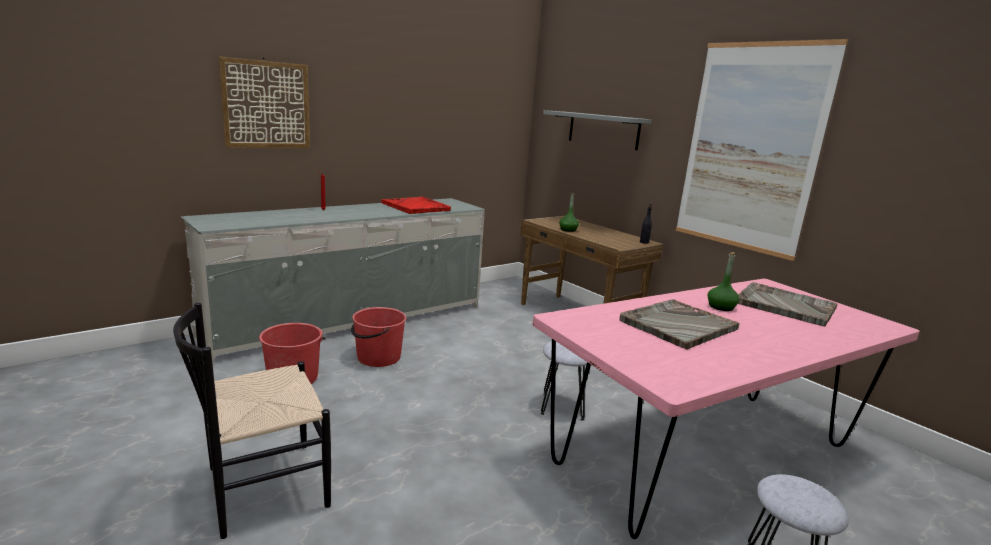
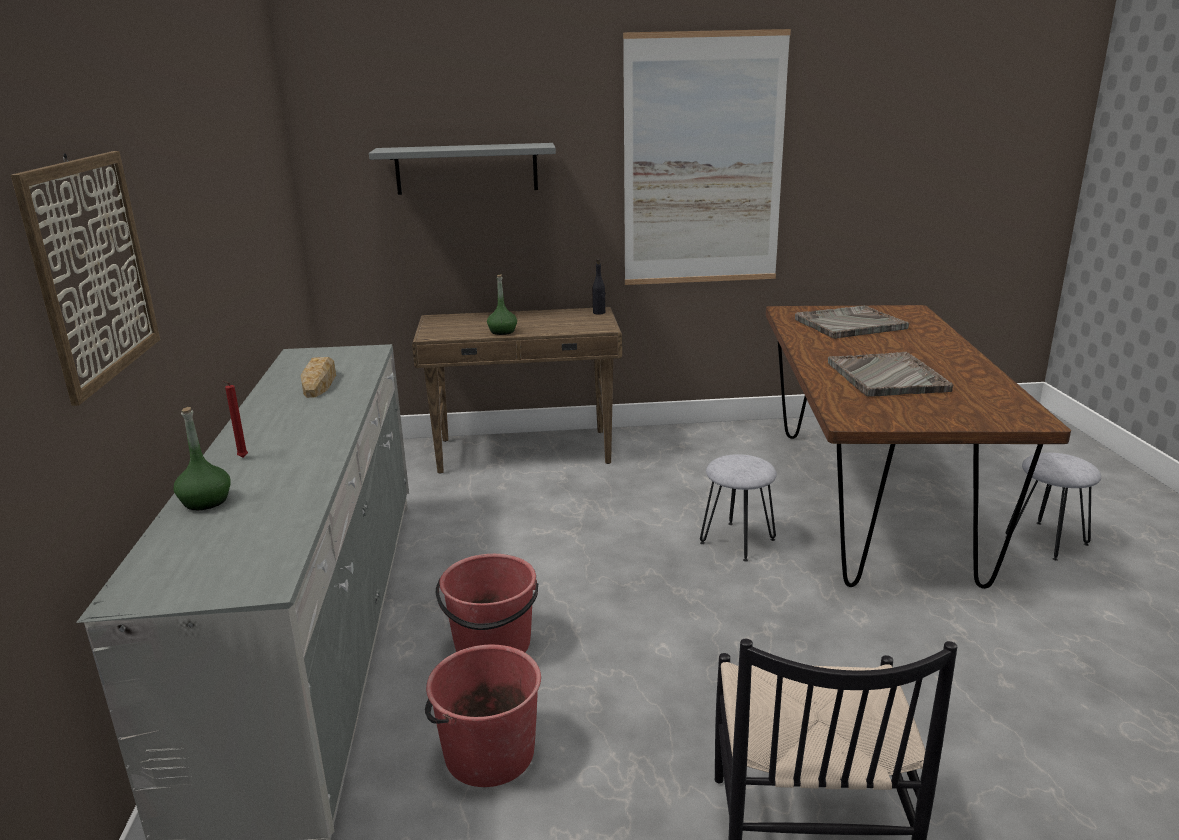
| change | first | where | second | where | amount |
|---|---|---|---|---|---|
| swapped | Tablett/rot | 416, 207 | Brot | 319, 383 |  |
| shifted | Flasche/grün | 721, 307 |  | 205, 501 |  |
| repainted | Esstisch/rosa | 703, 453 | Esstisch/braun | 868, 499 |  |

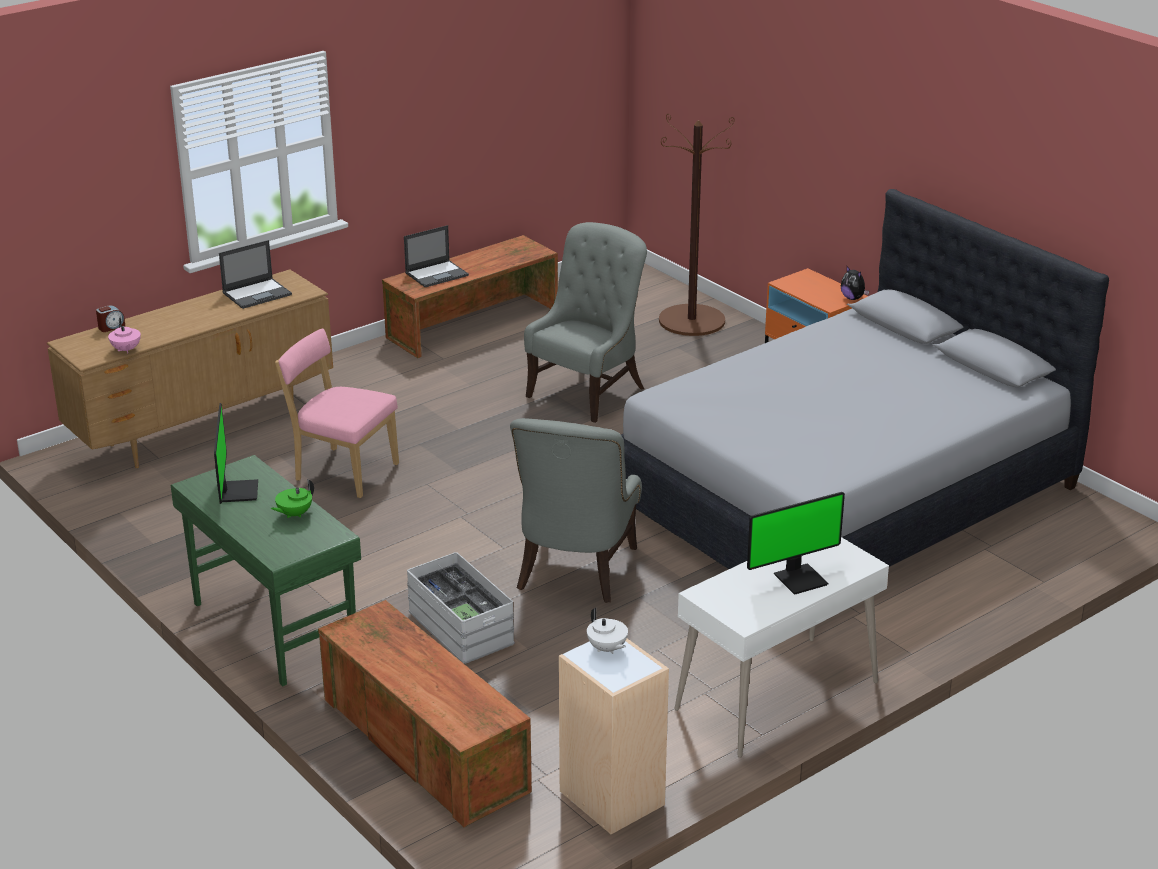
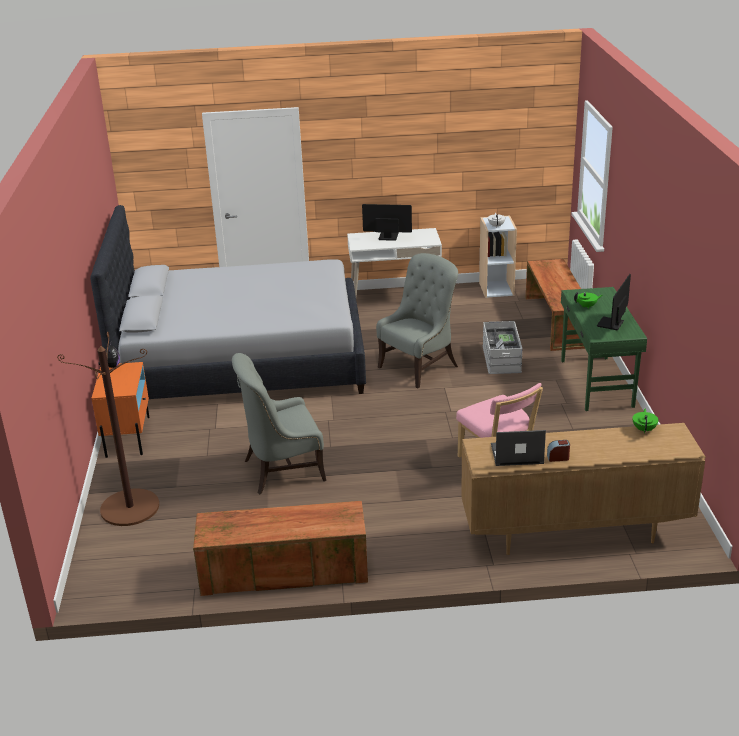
| change | first | where | second | where | amount |
|---|---|---|---|---|---|
| gone | Laptop | 437, 274 |  |  |  |
| shifted | Wecker | 111, 327 |  | 558, 457 |  |
| repainted | Teekanne/rosa | 126, 350 | Teekanne/grün | 644, 429 |  |

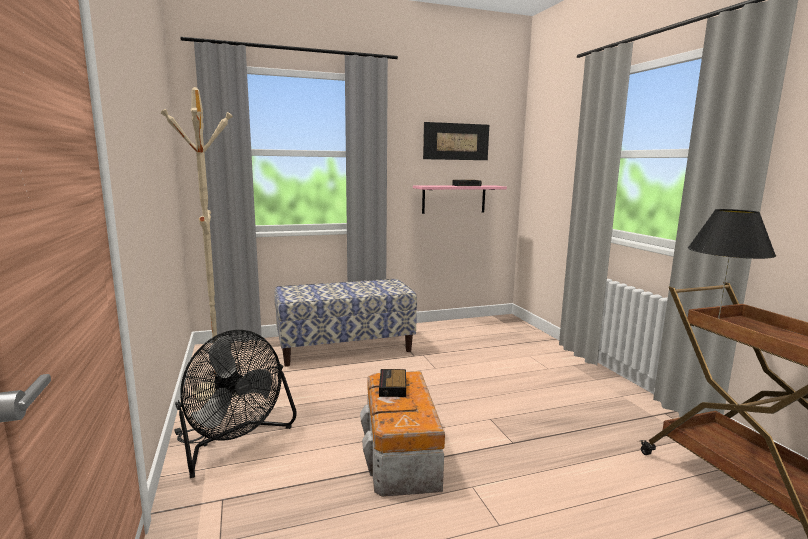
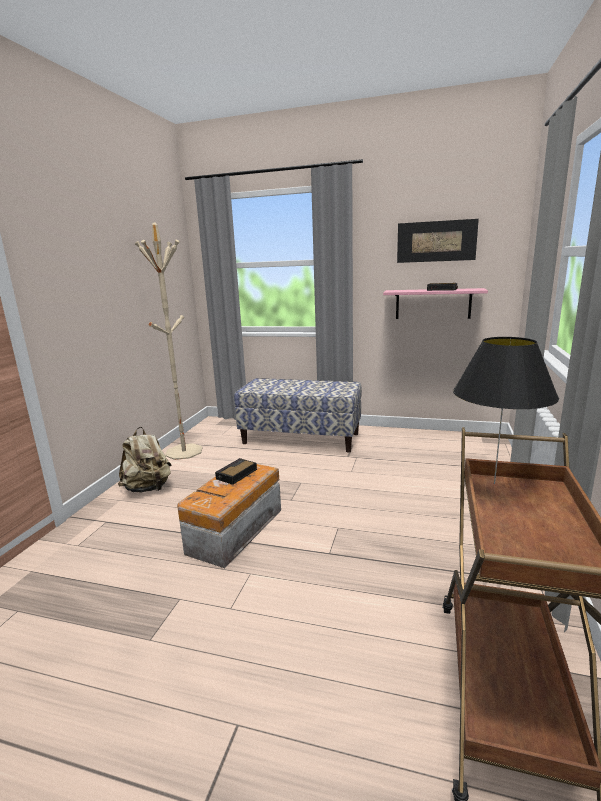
| change | first | where | second | where | amount |
|---|---|---|---|---|---|
| swapped | Ventilator/schwarz | 229, 443 | Rucksack/beige | 148, 488 |  |

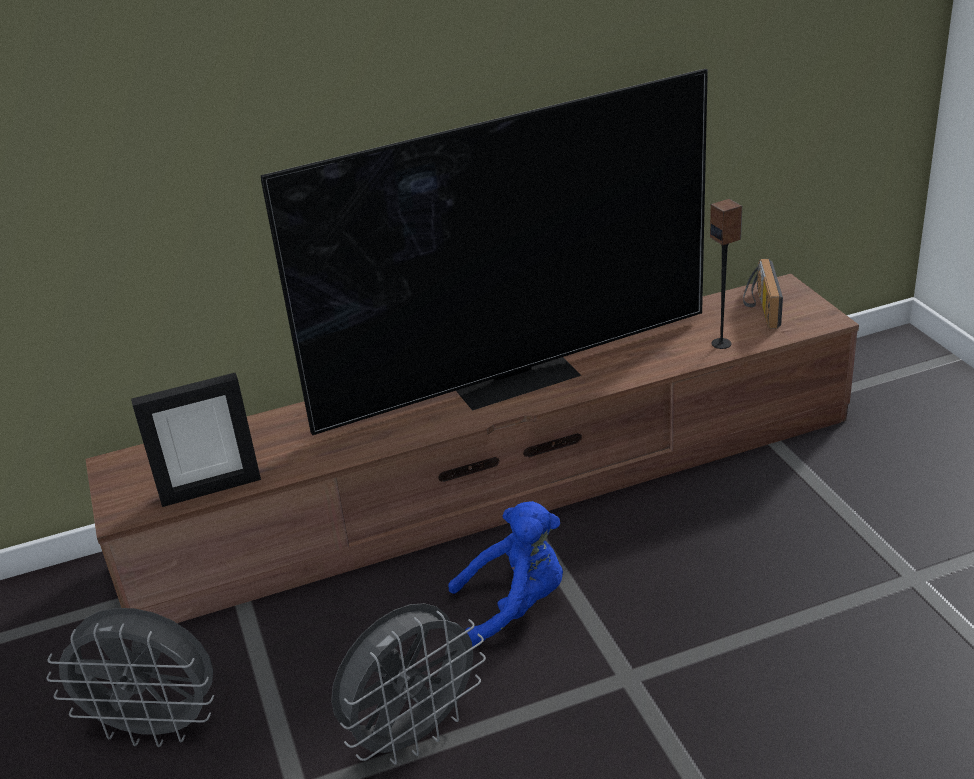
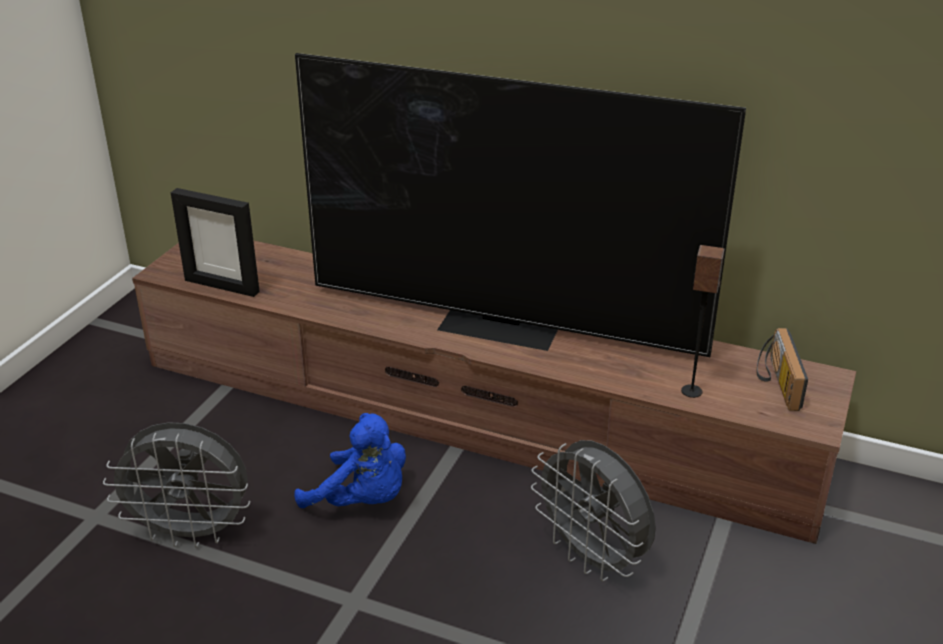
| change | first | where | second | where | amount |
|---|---|---|---|---|---|
| rotated | Radio | 759, 307 |  | 775, 382 | 45 degrees counterclockwise |
| shifted | Ventilator/grau | 157, 728 |  | 593, 558 |  |

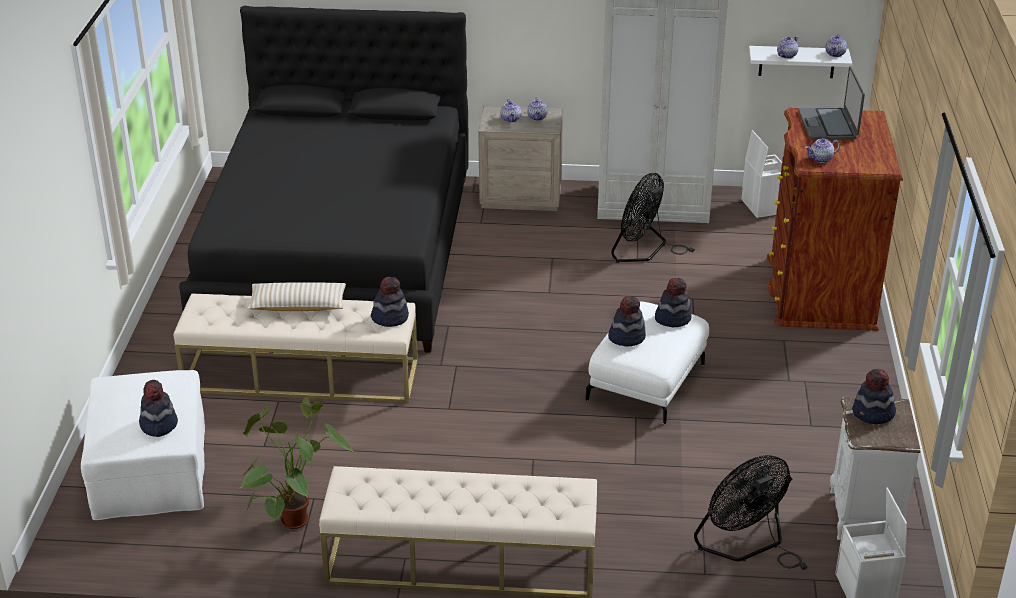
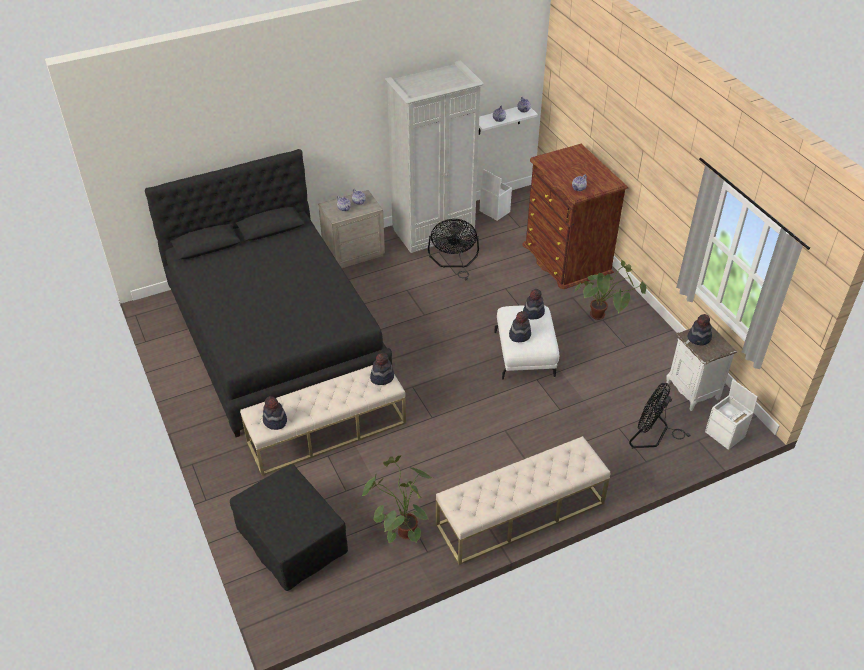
| change | first | where | second | where | amount |
|---|---|---|---|---|---|
| gone | Laptop | 828, 125 |  |  |  |
| rotated | Ventilator/schwarz | 648, 248 |  | 455, 263 | 90 degrees clockwise |
| gone | Kissen/beige | 298, 305 |  |  |  |
| repainted | Polsterhocker/weiß | 150, 472 | Polsterhocker/schwarz | 291, 540 |  |
| shifted | Hut | 158, 425 |  | 275, 421 |  |
| new |  |  | Topfpflanze | 604, 314 |  |

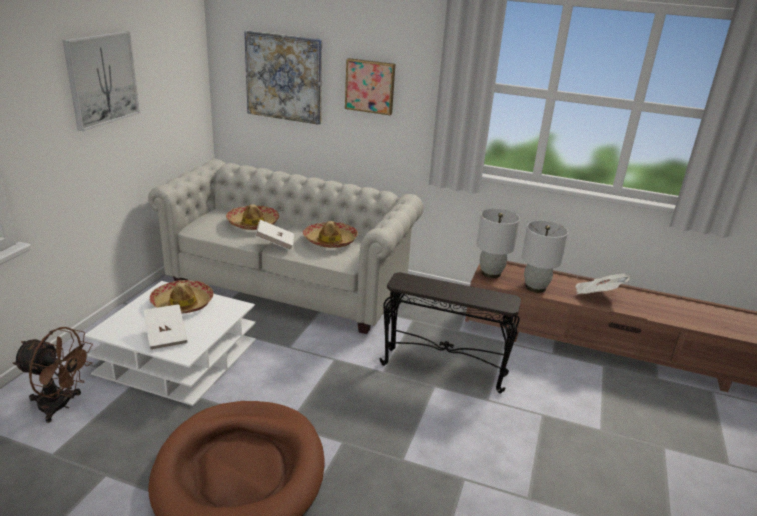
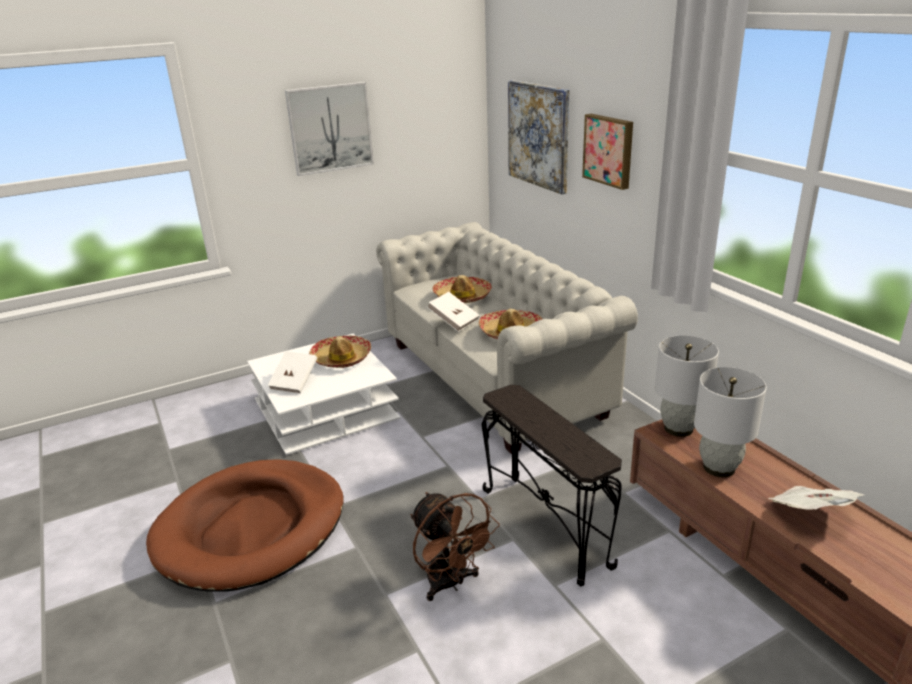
| change | first | where | second | where | amount |
|---|---|---|---|---|---|
| shifted | Ventilator/braun | 61, 406 |  | 450, 584 |  |

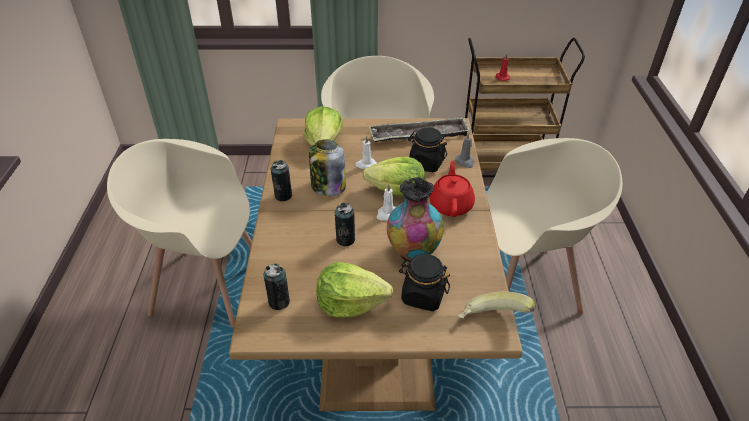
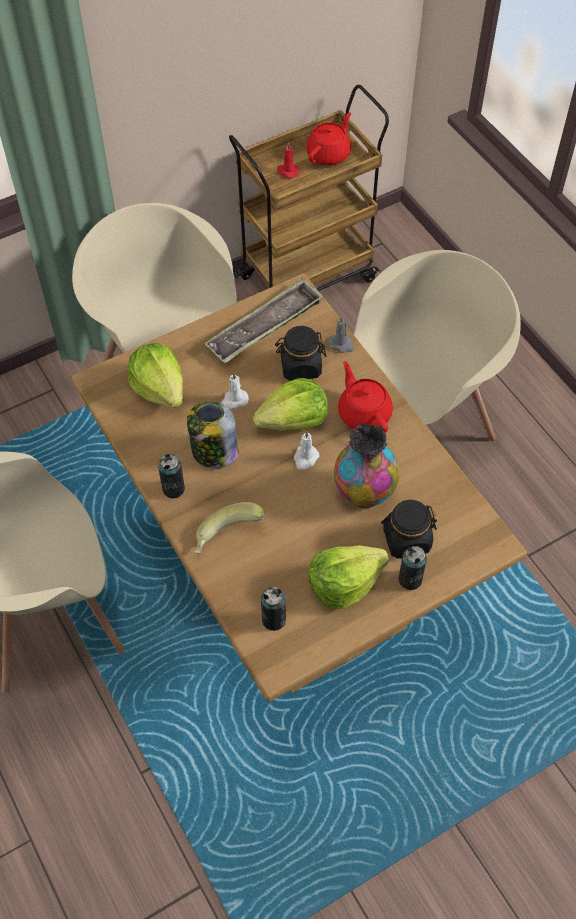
| change | first | where | second | where | amount |
|---|---|---|---|---|---|
| shifted | Dose | 345, 239 |  | 410, 579 |  |
| shifted | Banane | 492, 321 |  | 228, 539 |  |
| new |  |  | Teekanne/rot | 329, 154 |  |

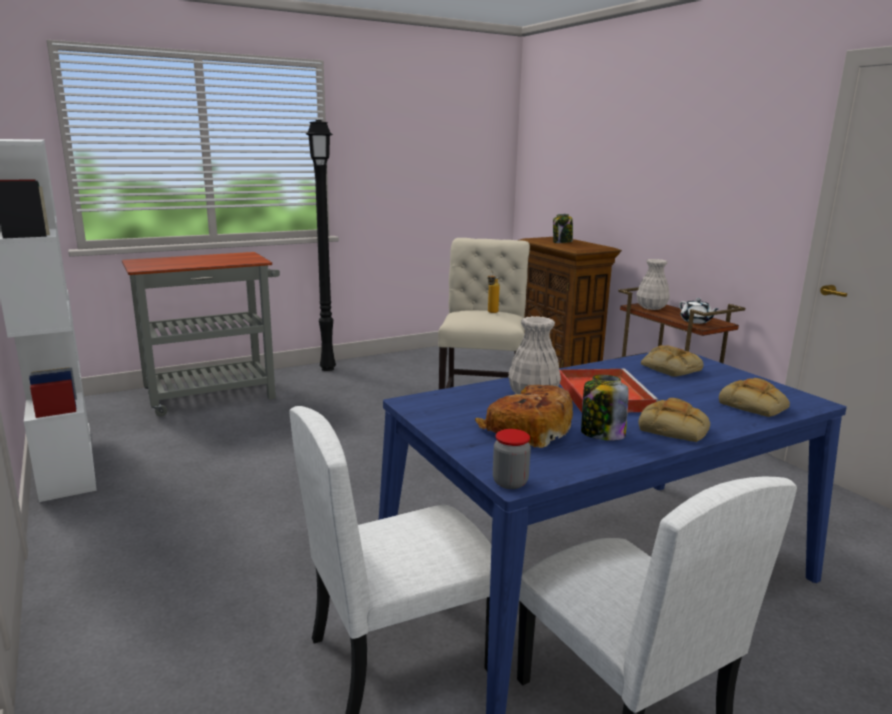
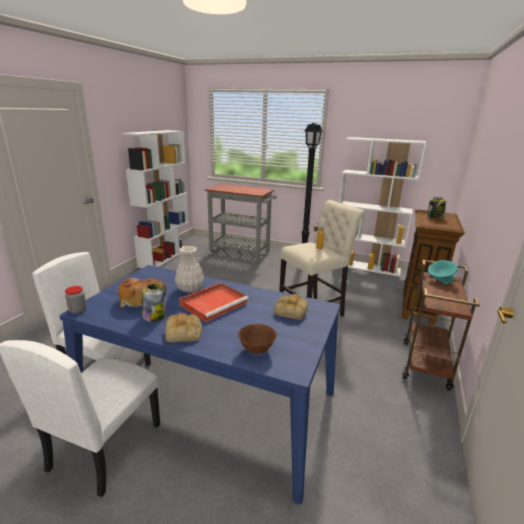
| change | first | where | second | where | amount |
|---|---|---|---|---|---|
| swapped | Vase/weiß | 651, 308 | Schüssel/türkis | 440, 280 |  |
| gone | Teekanne/weiß | 695, 321 |  |  |  |
| swapped | Brot | 754, 405 | Schüssel/braun | 257, 350 |  |
| new |  |  | Bücherregal/weiß | 366, 267 |  |

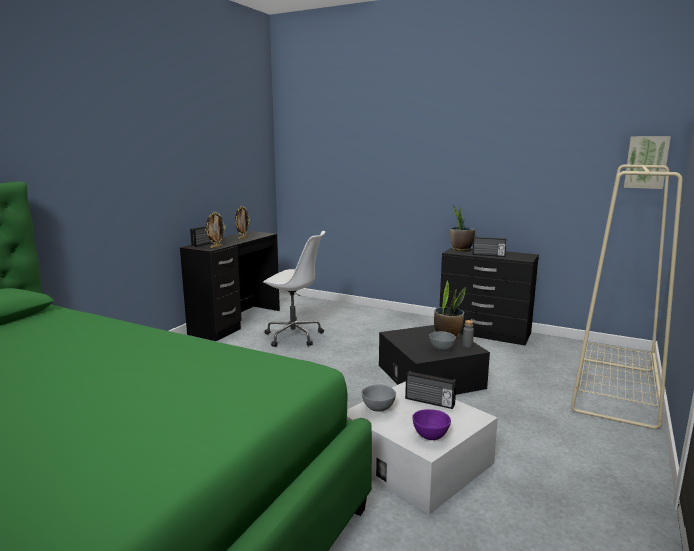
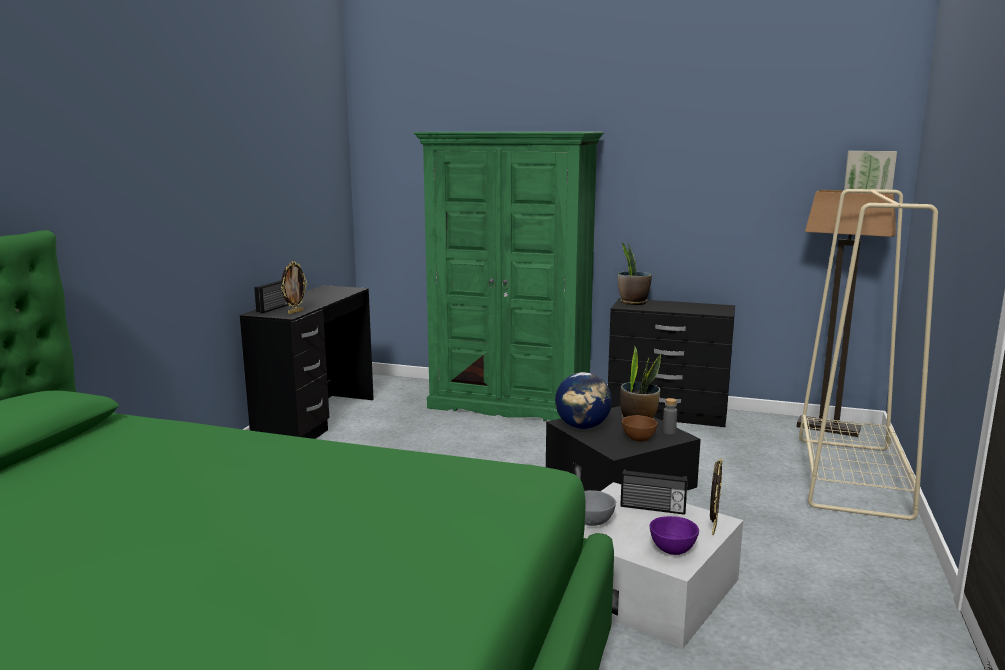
| change | first | where | second | where | amount |
|---|---|---|---|---|---|
| shifted | Bilderrahmen | 243, 238 |  | 713, 528 |  |
| gone | Bürostuhl/weiß | 295, 337 |  |  |  |
| gone | Radio | 488, 255 |  |  |  |
| repainted | Schüssel/grau | 441, 349 | Schüssel/braun | 638, 439 |  |
| new |  |  | Kleiderschrank/grün | 510, 403 |  |
| new |  |  | Stehlampe | 828, 428 |  |
| new |  |  | Globus | 582, 427 |  |

